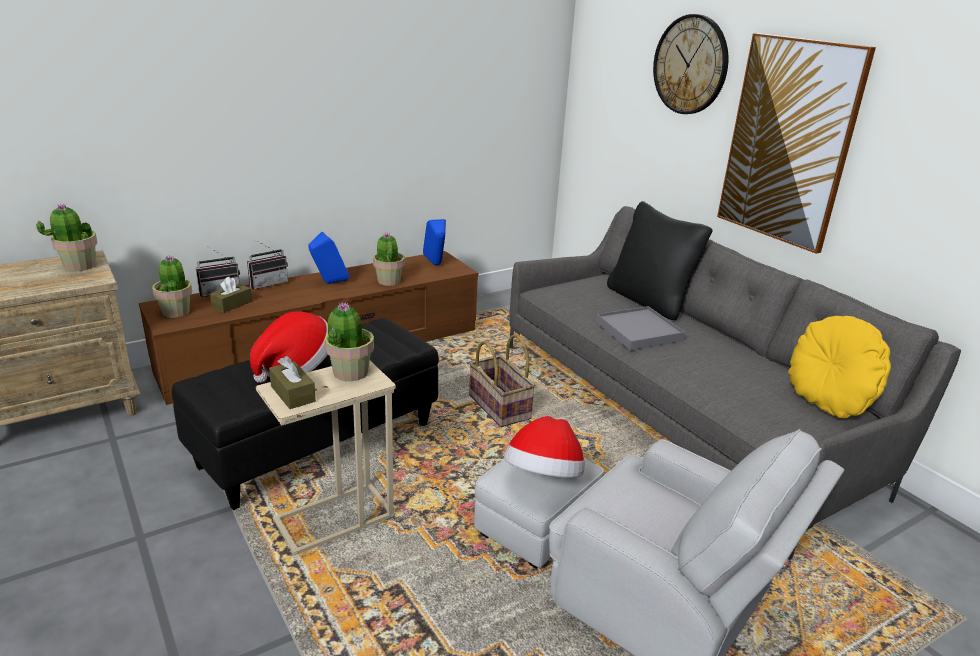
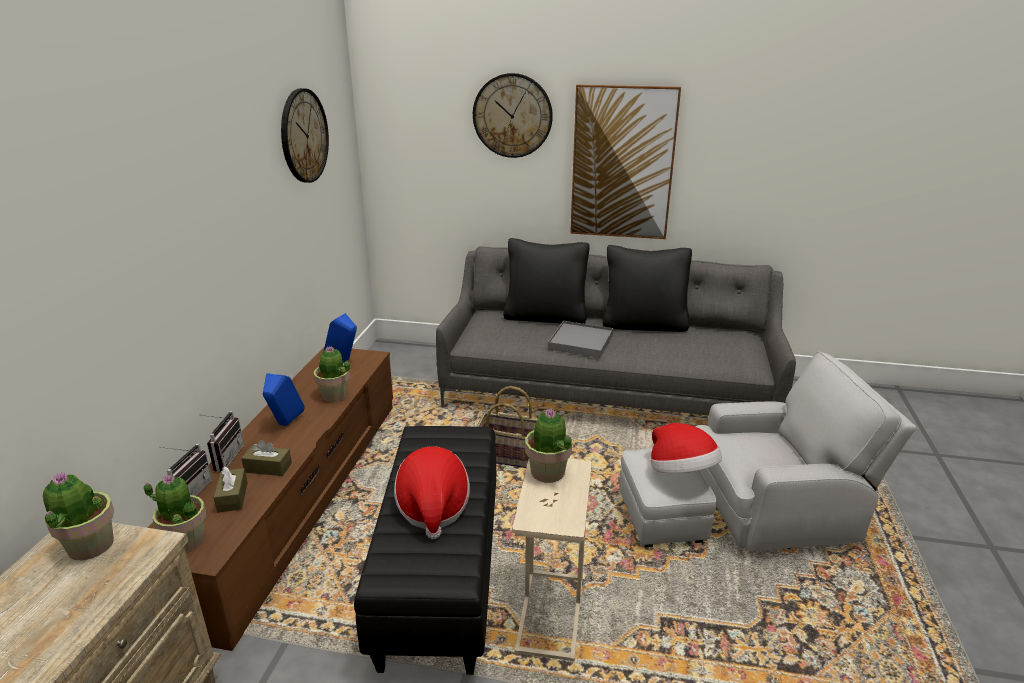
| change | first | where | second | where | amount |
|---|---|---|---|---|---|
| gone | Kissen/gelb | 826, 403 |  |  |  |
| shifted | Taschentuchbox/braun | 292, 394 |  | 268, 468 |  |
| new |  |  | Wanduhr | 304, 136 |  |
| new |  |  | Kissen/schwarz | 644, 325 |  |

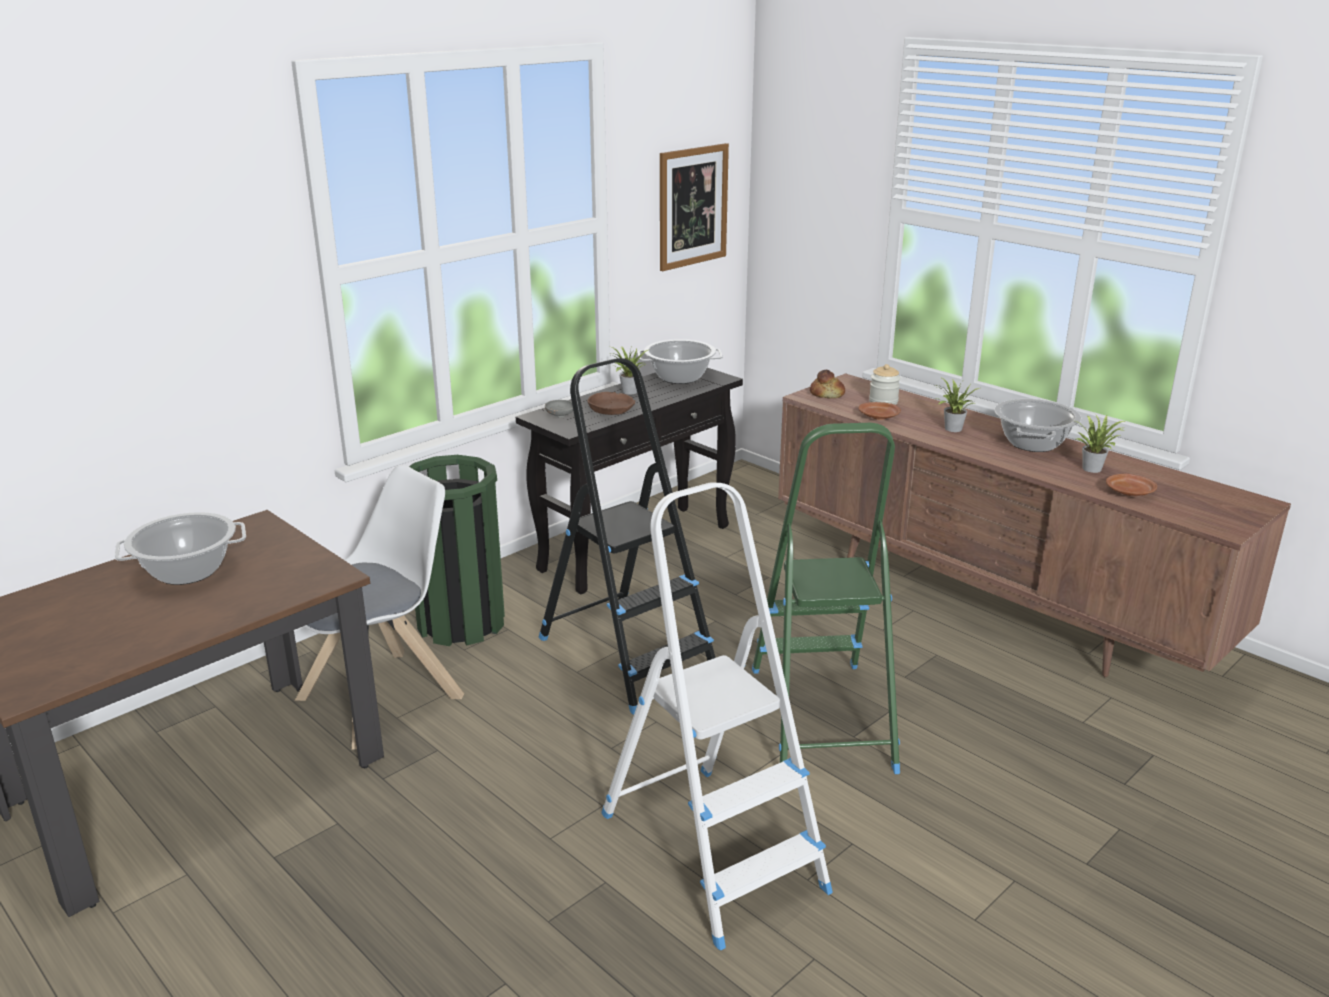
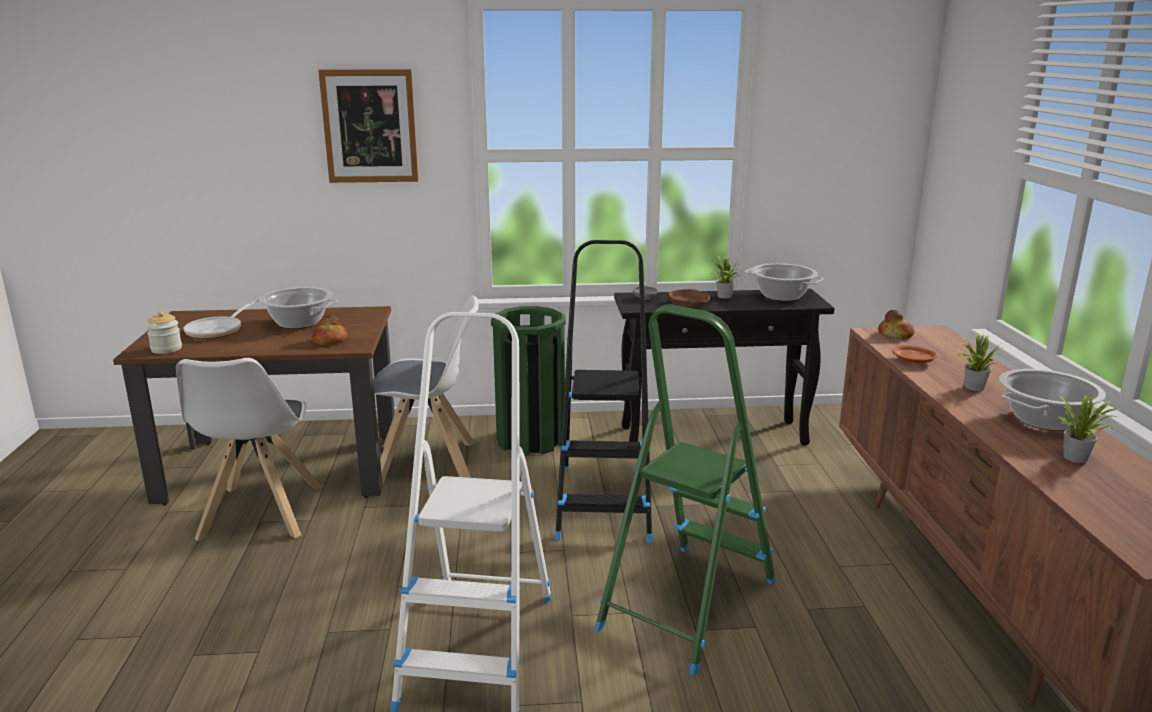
| change | first | where | second | where | amount |
|---|---|---|---|---|---|
| shifted | Bild | 692, 206 |  | 370, 126 |  |
| shifted | Vorratsglas | 883, 402 |  | 166, 349 |  |
| gone | Teller/braun | 1130, 492 |  |  |  |
| new |  |  | Pfanne | 217, 330 |  |
| new |  |  | Brot | 330, 341 |  |
| new |  |  | Stuhl | 260, 514 |  |

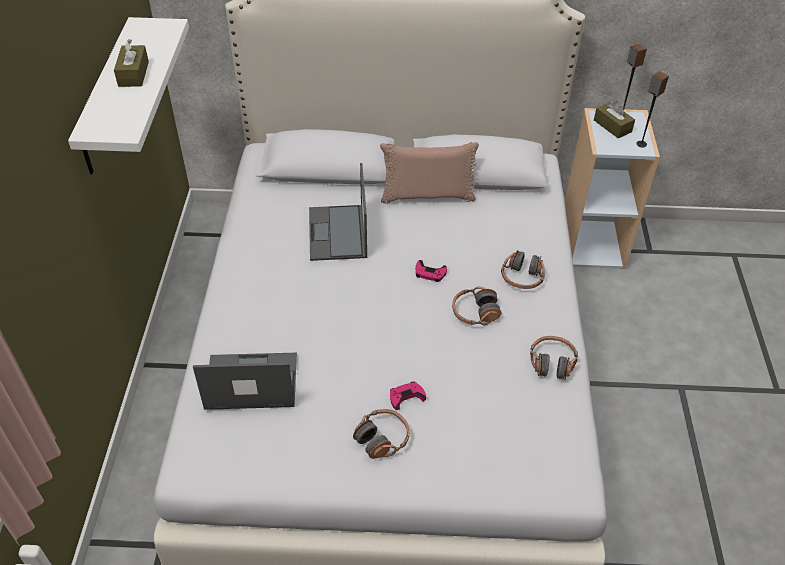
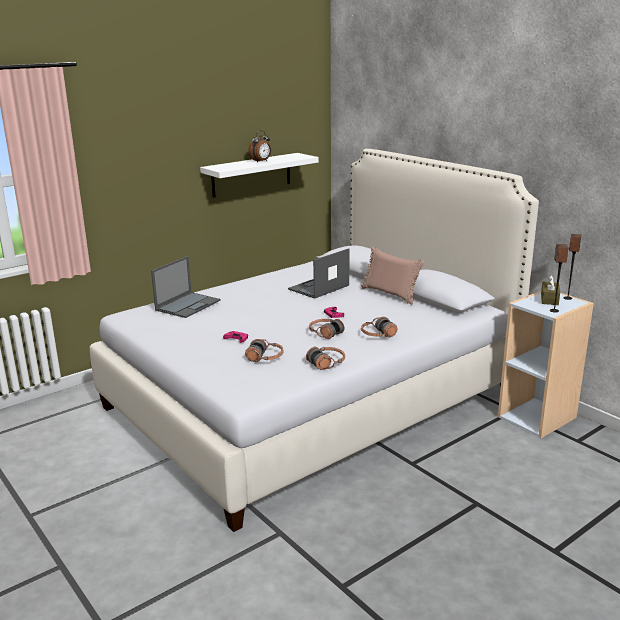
| change | first | where | second | where | amount |
|---|---|---|---|---|---|
| swapped | Taschentuchbox/braun | 133, 74 | Wecker | 261, 161 |  |
| rotated | Laptop | 250, 382 |  | 188, 305 | 75 degrees clockwise |
| shifted | Kopfhörer | 382, 438 |  | 265, 358 |  |

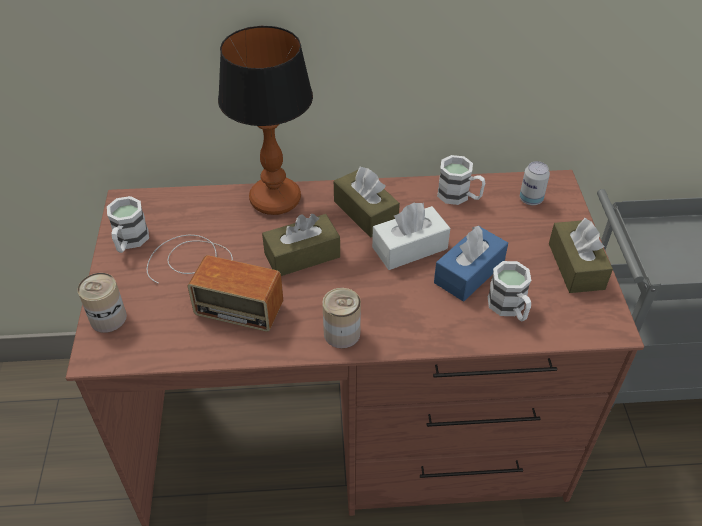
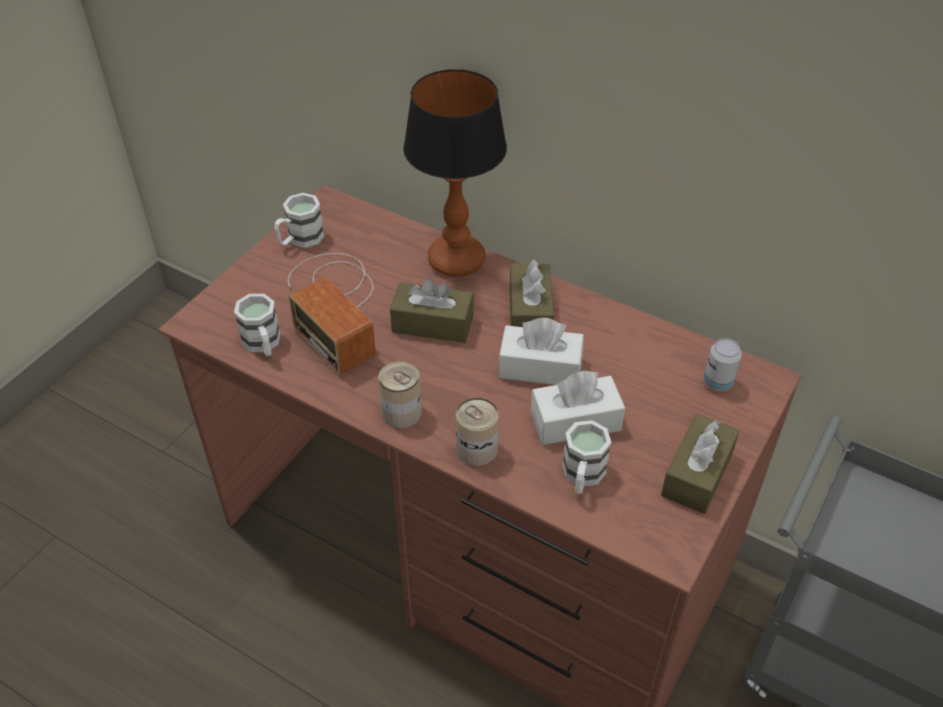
| change | first | where | second | where | amount |
|---|---|---|---|---|---|
| shifted | Henkelbecher/weiß | 459, 196 |  | 263, 344 |  |
| repainted | Taschentuchbox/blau | 469, 273 | Taschentuchbox/weiß | 575, 421 |  |
| shifted | Dose | 108, 318 |  | 477, 449 |  |

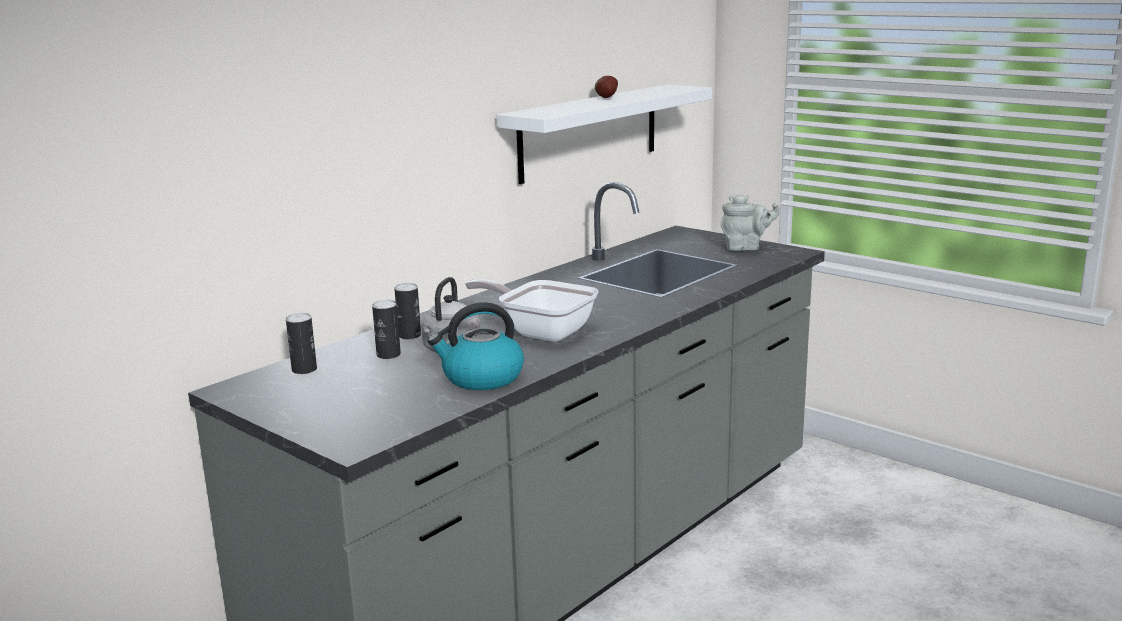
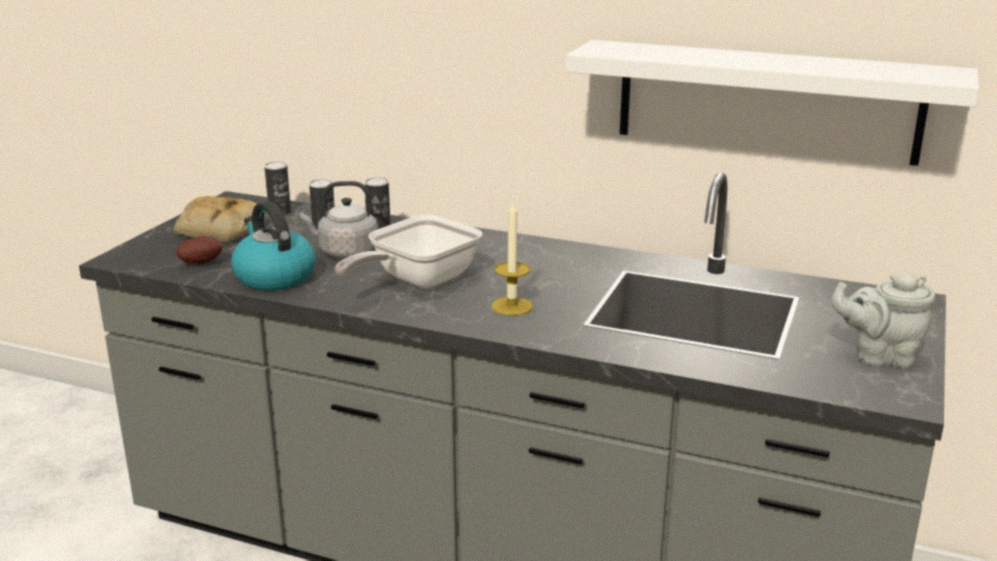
| change | first | where | second | where | amount |
|---|---|---|---|---|---|
| shifted | Kartoffel | 605, 98 |  | 202, 263 |  |
| rotated | Teekanne/grau | 746, 248 |  | 879, 356 | 120 degrees clockwise |
| rotated | Pfanne | 541, 331 |  | 417, 281 | 150 degrees counterclockwise |
| new |  |  | Brot | 218, 229 |  |
| new |  |  | Kerze | 512, 306 |  |

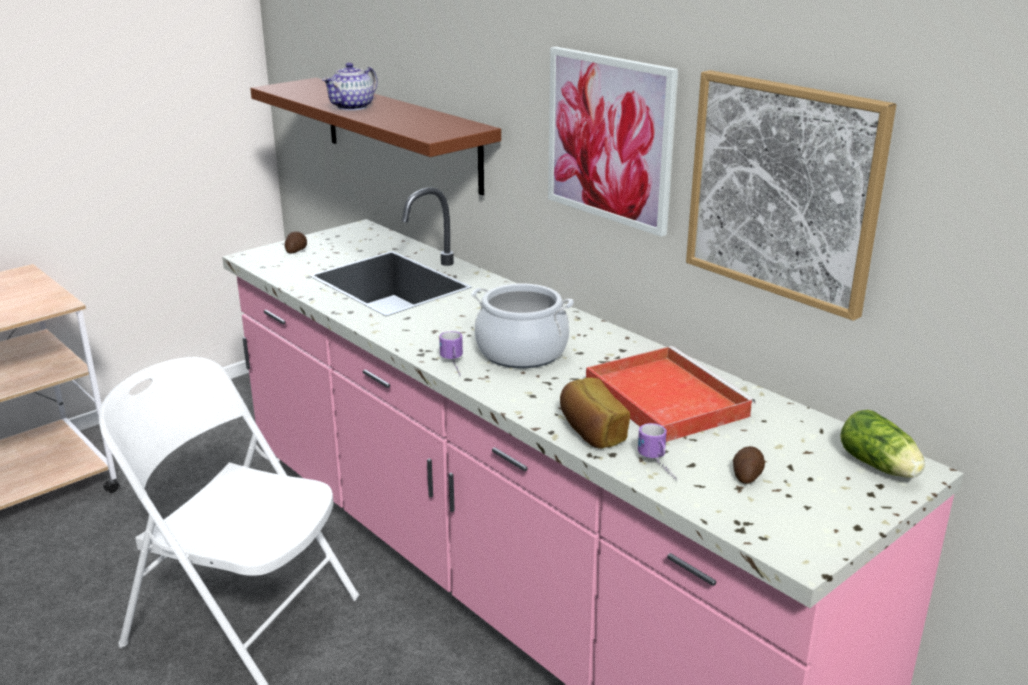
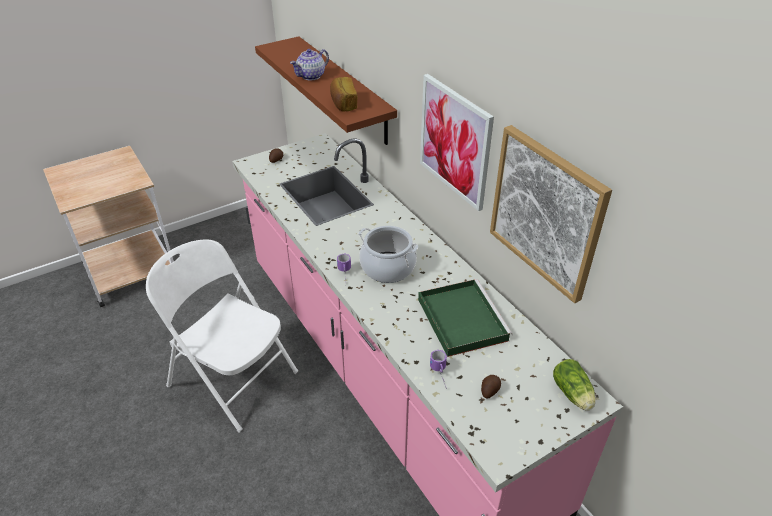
| change | first | where | second | where | amount |
|---|---|---|---|---|---|
| repainted | Tablett/rot | 663, 398 | Tablett/grün | 461, 318 |  |
| shifted | Brot | 591, 431 |  | 343, 104 |  |

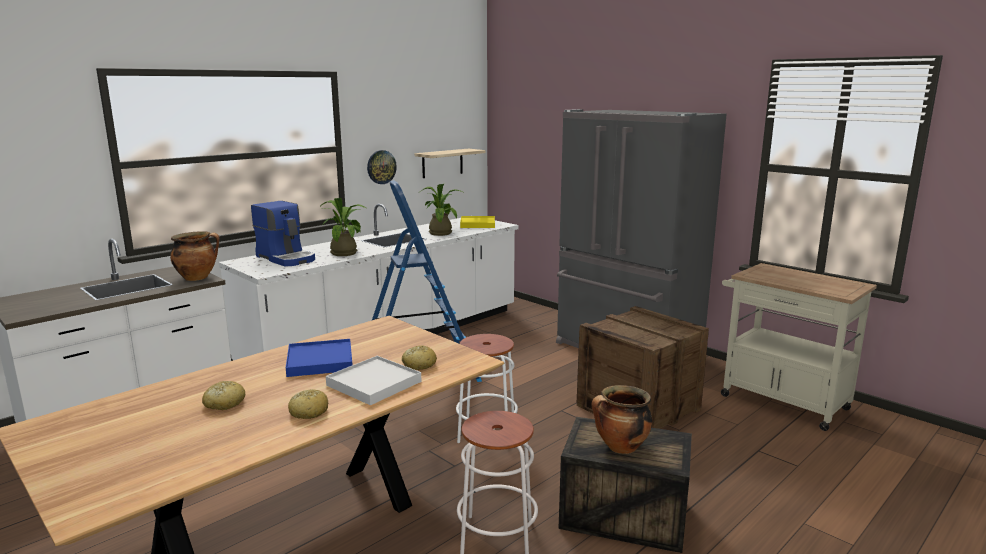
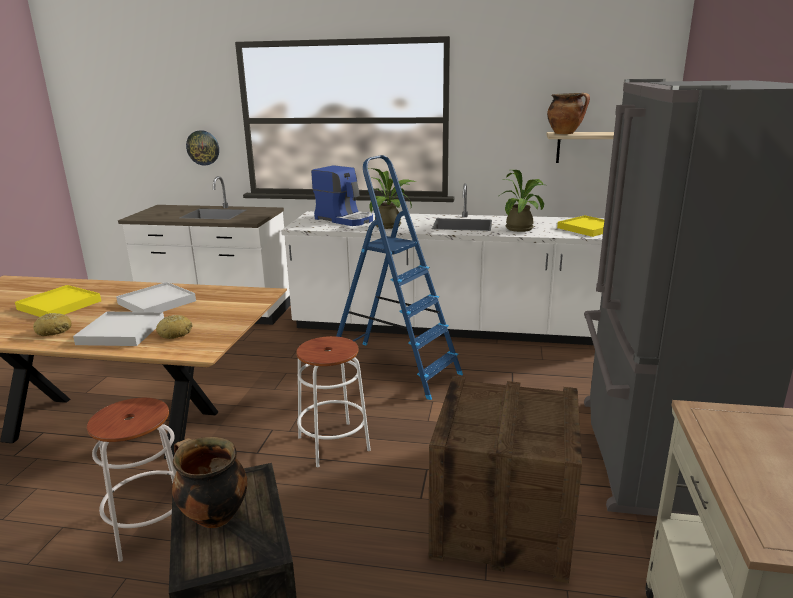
| change | first | where | second | where | amount |
|---|---|---|---|---|---|
| shifted | Wanduhr | 381, 167 |  | 203, 147 |  |
| rotated | Kaffeemaschine | 286, 258 |  | 345, 219 | 60 degrees counterclockwise |
| shifted | Kochtopf | 198, 278 |  | 565, 133 |  |
| repainted | Tablett/blau | 320, 361 | Tablett/weiß | 157, 302 |  |
| swapped | Brot | 224, 403 | Tablett/gelb | 59, 305 |  |

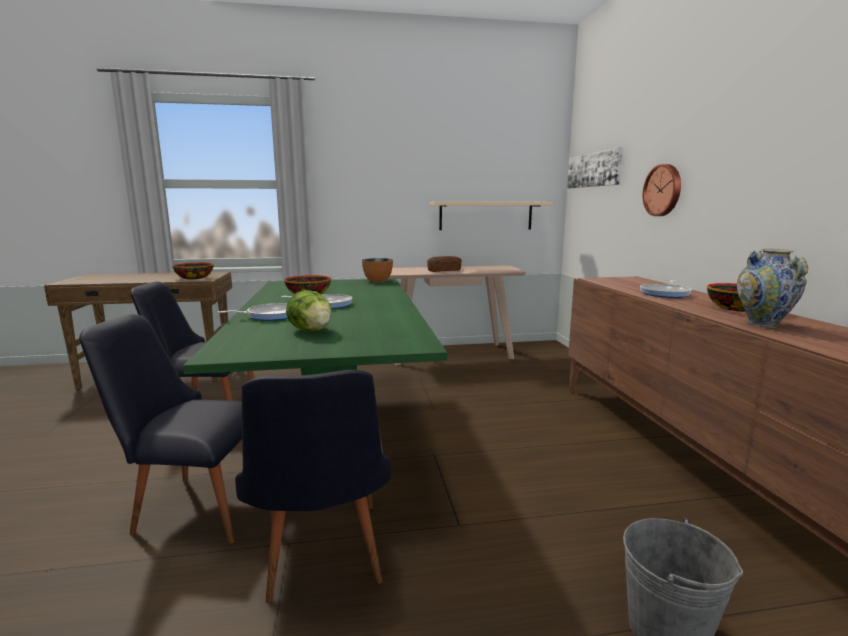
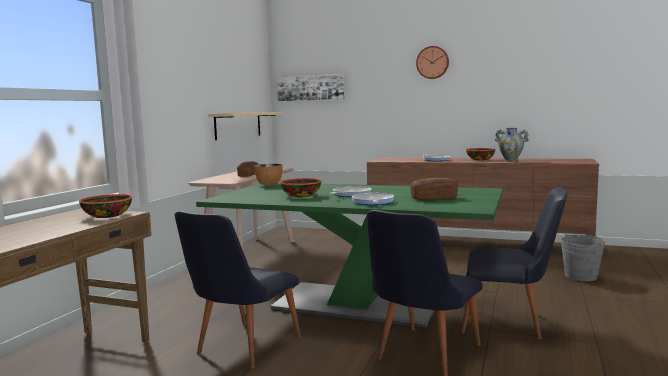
| change | first | where | second | where | amount |
|---|---|---|---|---|---|
| shifted | Wanduhr | 663, 190 |  | 432, 62 |  |
| swapped | Salatkopf | 311, 331 | Brot | 434, 198 |  |

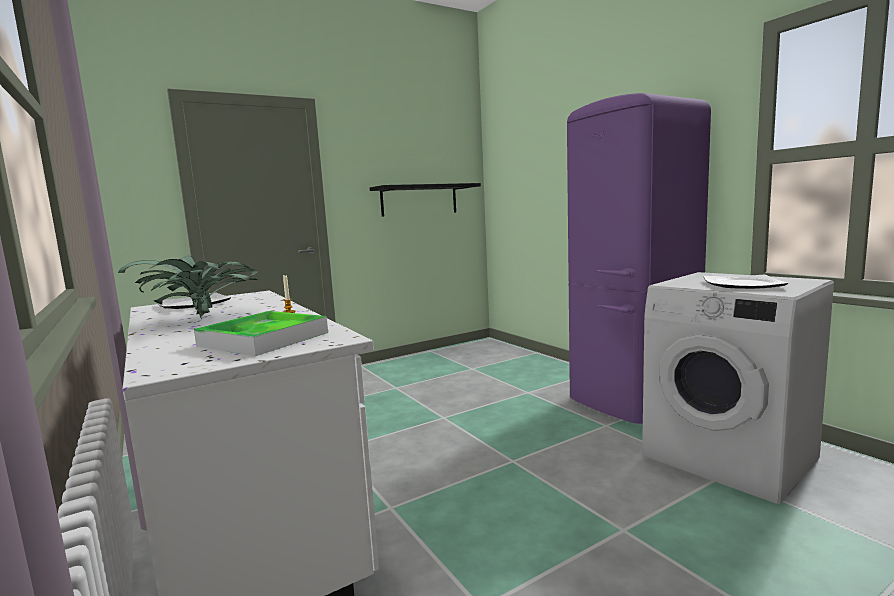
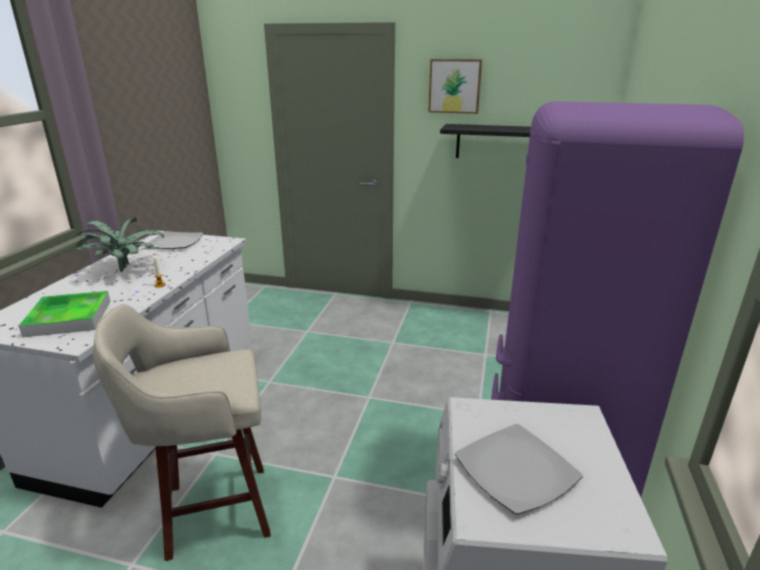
| change | first | where | second | where | amount |
|---|---|---|---|---|---|
| new |  |  | Bild | 455, 86 |  |
| new |  |  | Hocker/beige | 212, 511 |  |

